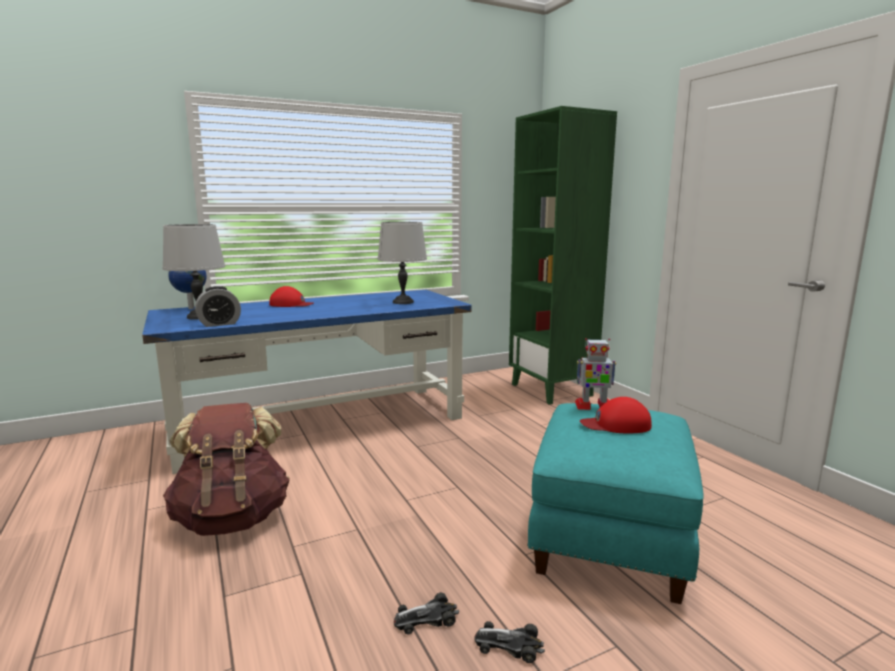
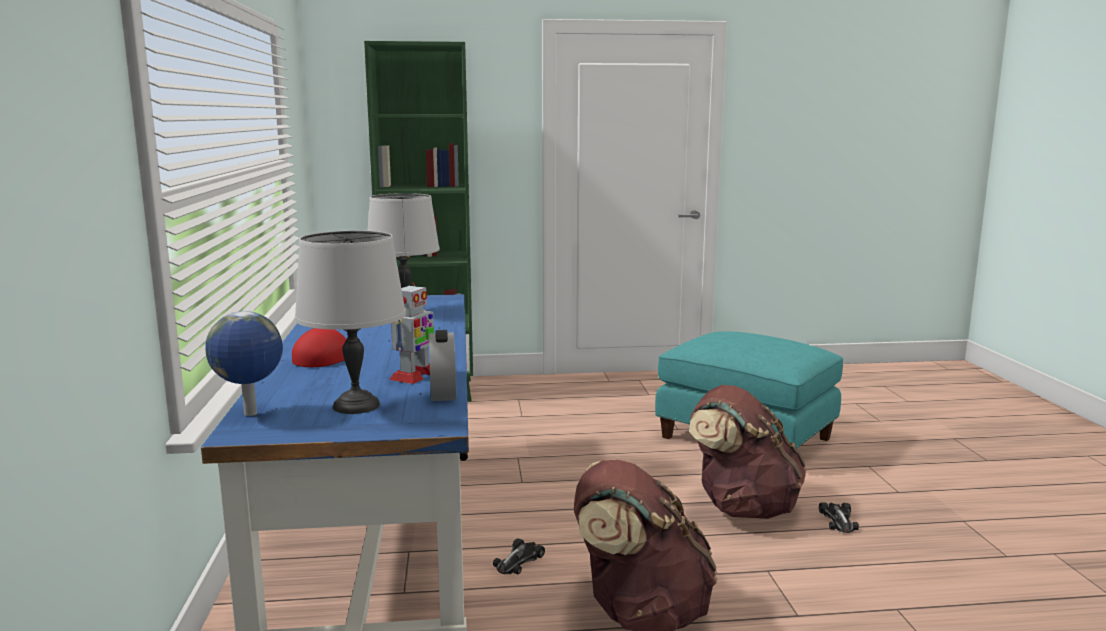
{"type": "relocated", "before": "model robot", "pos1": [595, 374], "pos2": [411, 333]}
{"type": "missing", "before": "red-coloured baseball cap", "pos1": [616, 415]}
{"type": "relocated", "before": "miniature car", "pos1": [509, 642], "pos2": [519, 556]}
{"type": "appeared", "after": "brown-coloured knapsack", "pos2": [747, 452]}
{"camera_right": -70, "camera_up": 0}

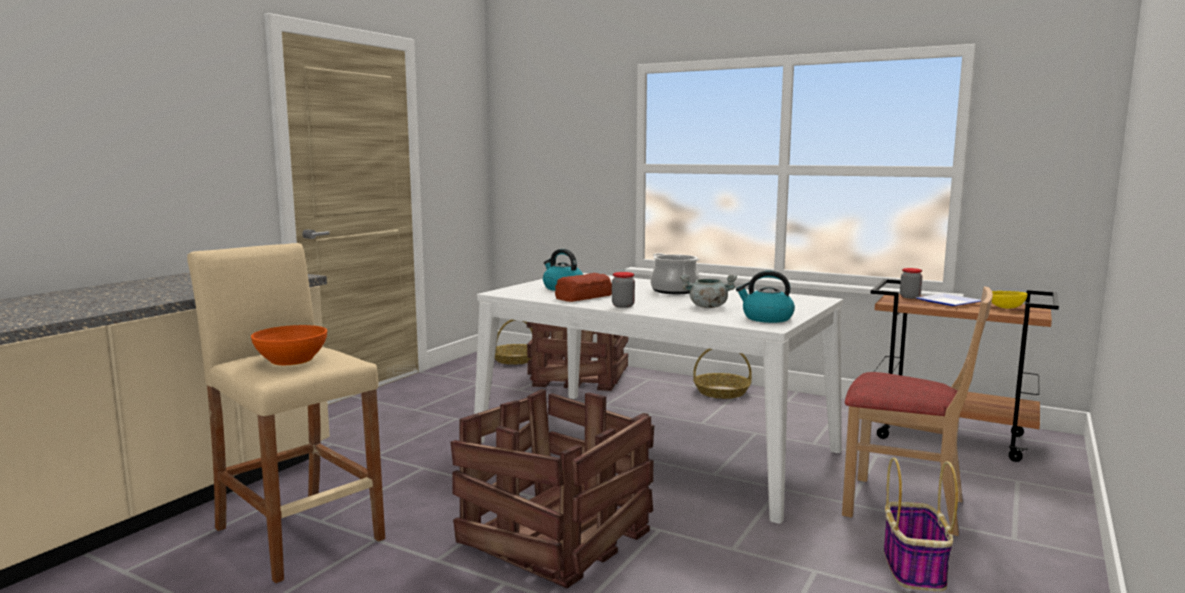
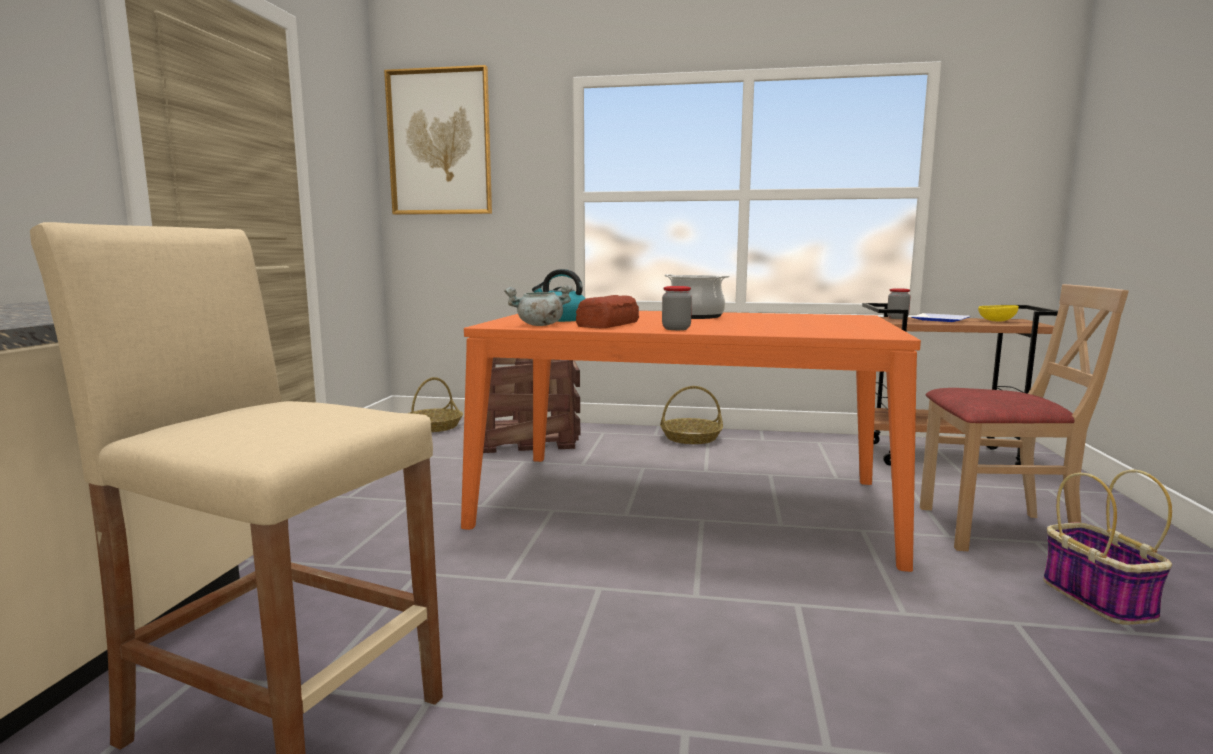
{"type": "missing", "before": "tea kettle", "pos1": [765, 297]}
{"type": "colour", "before": "white kitchen table", "after": "orange kitchen table", "pos1": [658, 398], "pos2": [691, 441]}
{"type": "relocated", "before": "gray saucepot", "pos1": [708, 291], "pos2": [538, 305]}
{"type": "missing", "before": "orange serving bowl", "pos1": [289, 345]}
{"type": "missing", "before": "packing crate", "pos1": [552, 488]}
{"type": "appeared", "after": "wall art", "pos2": [438, 140]}
{"camera_right": -20, "camera_up": 0}

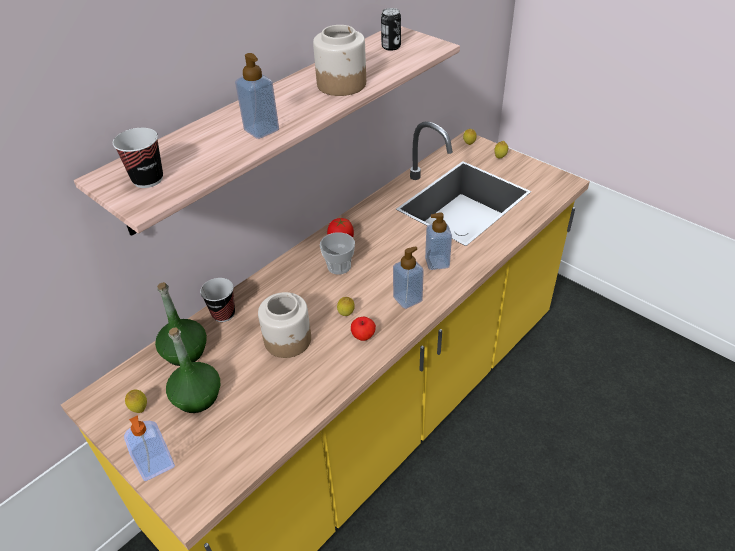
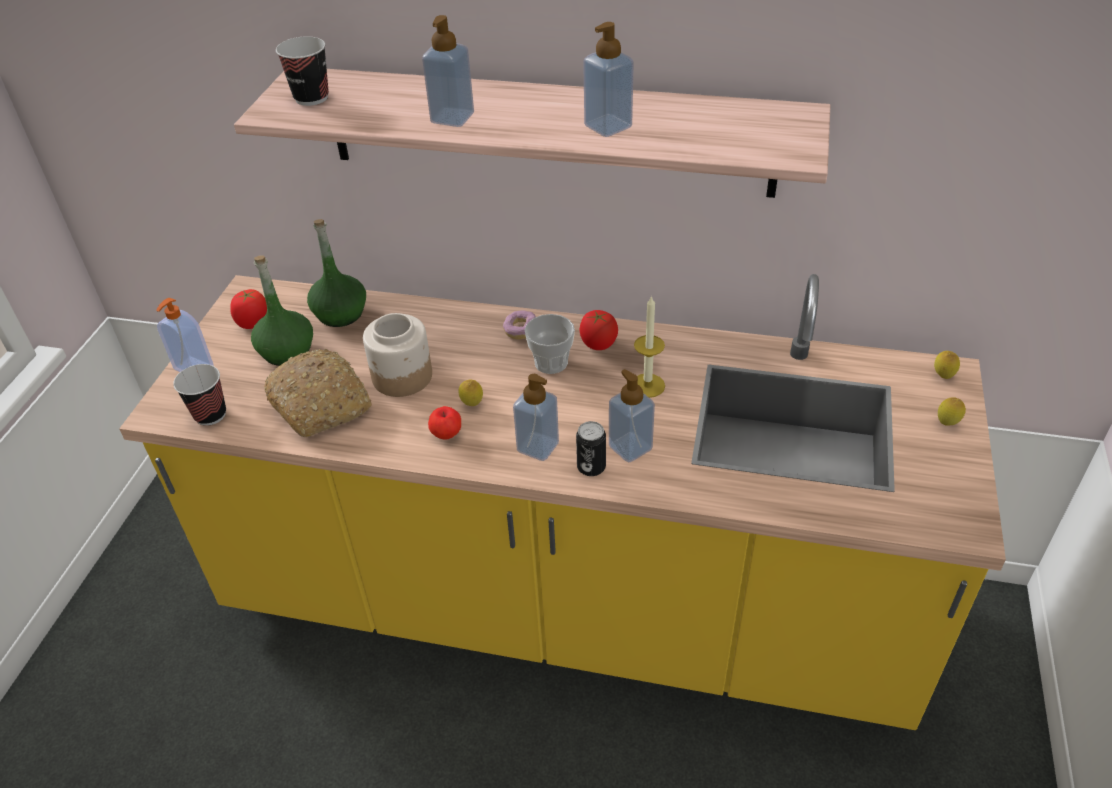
{"type": "relocated", "before": "metal can", "pos1": [391, 29], "pos2": [591, 448]}
{"type": "exchanged", "before": "jar", "after": "liquid soap bottle", "pos1": [339, 60], "pos2": [608, 79]}
{"type": "relocated", "before": "small cup", "pos1": [217, 300], "pos2": [199, 395]}
{"type": "exchanged", "before": "whole lemon", "after": "whole tomato", "pos1": [136, 401], "pos2": [248, 309]}
{"type": "appeared", "after": "wax light", "pos2": [649, 346]}
{"type": "appeared", "after": "donut", "pos2": [519, 325]}
{"type": "appeared", "after": "bakery bread", "pos2": [318, 393]}
{"camera_right": 60, "camera_up": 0}

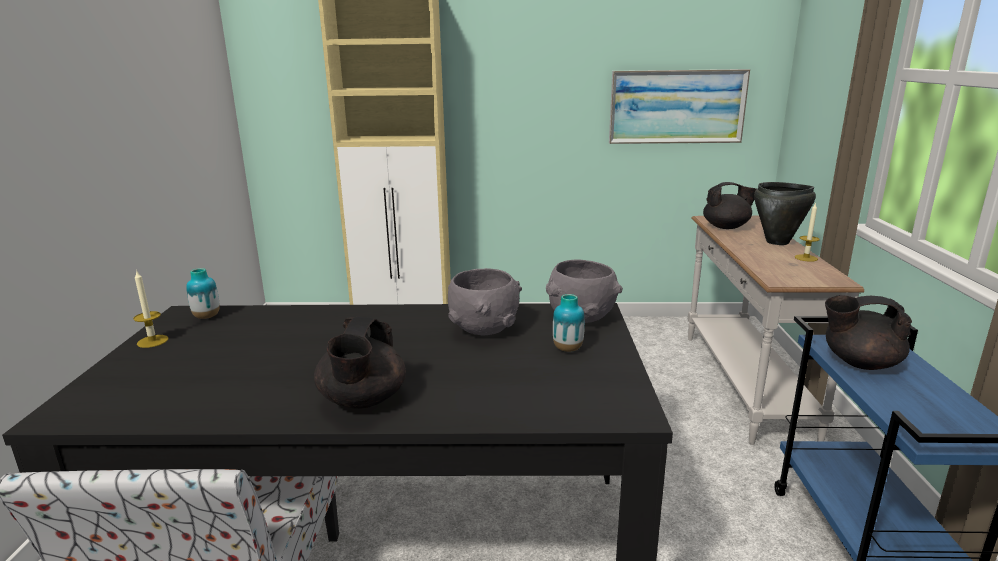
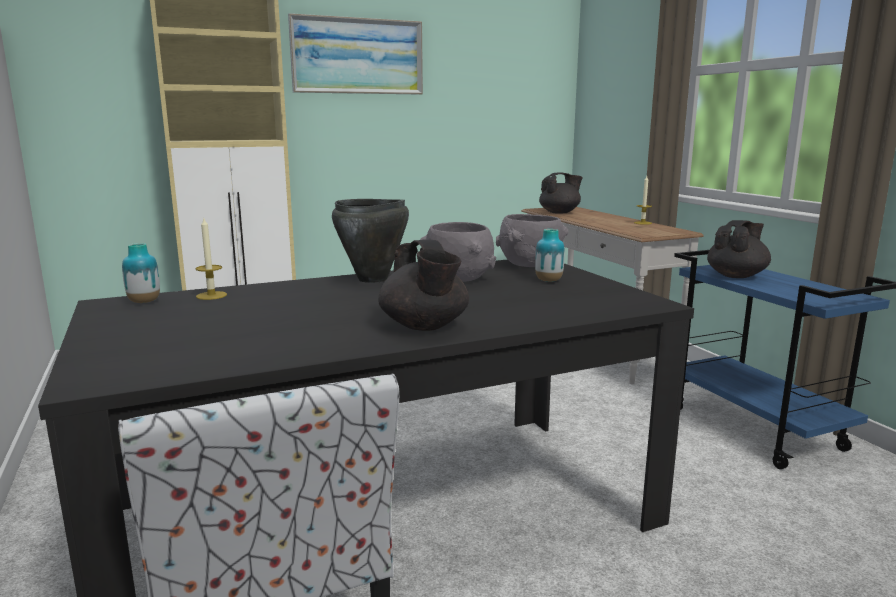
{"type": "relocated", "before": "wall art", "pos1": [679, 106], "pos2": [355, 54]}
{"type": "relocated", "before": "blackish saucepot", "pos1": [785, 213], "pos2": [370, 241]}
{"type": "relocated", "before": "wax light", "pos1": [150, 309], "pos2": [211, 259]}
{"type": "spun", "before": "blackish pot for tea", "pos1": [868, 332], "pos2": [739, 249], "turn": 150}
{"camera_right": -25, "camera_up": -5}

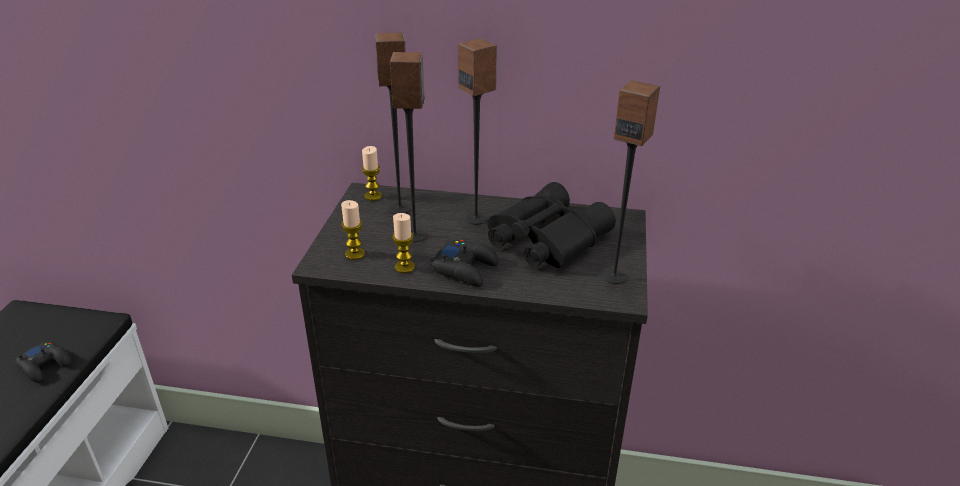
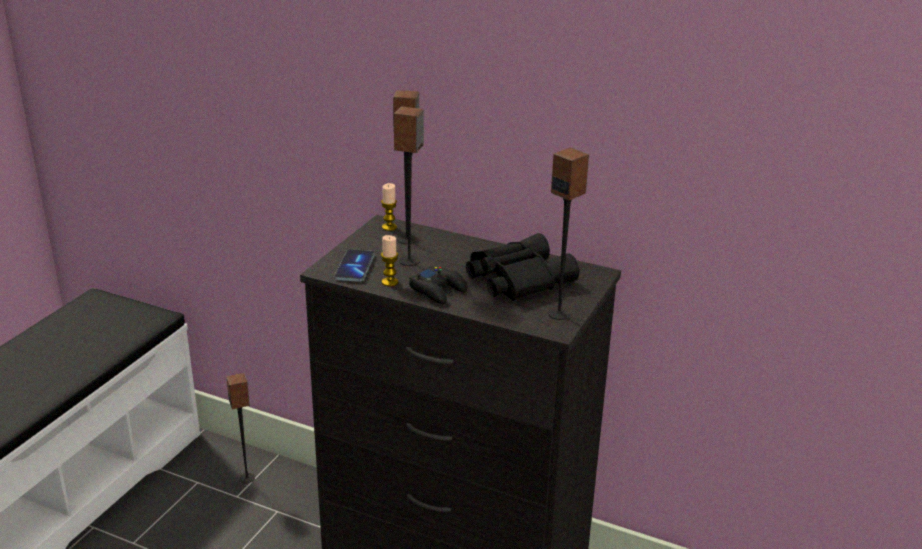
{"type": "relocated", "before": "audio speaker", "pos1": [477, 131], "pos2": [240, 428]}
{"type": "exchanged", "before": "wax light", "after": "telephone", "pos1": [353, 230], "pos2": [354, 265]}
{"type": "missing", "before": "blackish joypad", "pos1": [44, 362]}
{"camera_right": 15, "camera_up": -5}

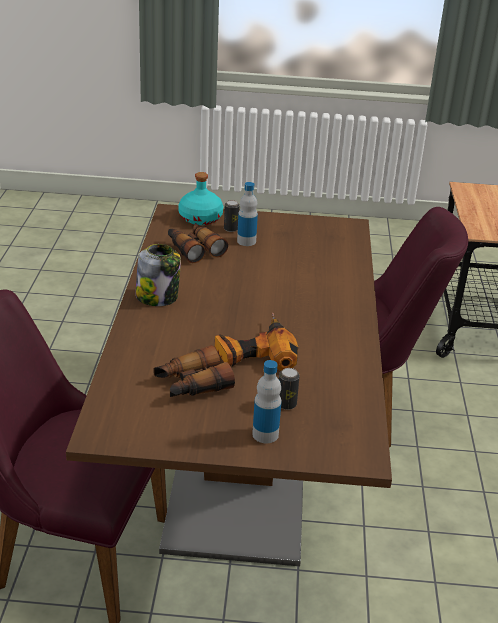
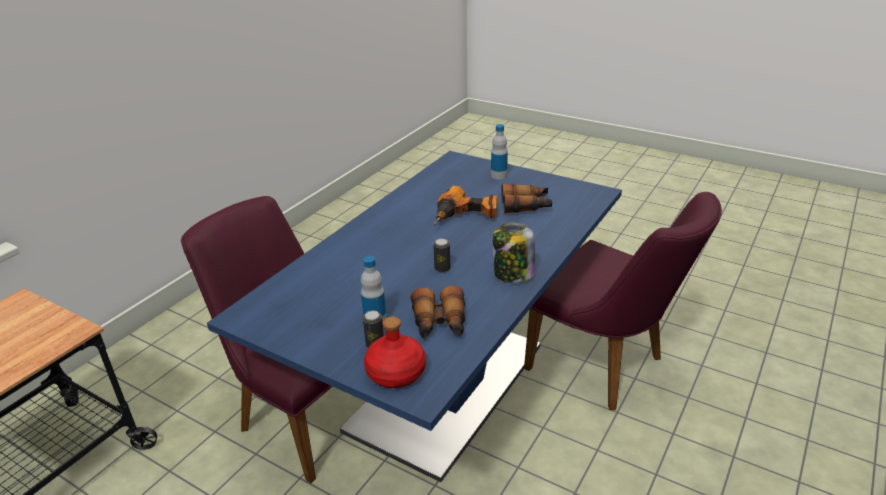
{"type": "colour", "before": "blue-green drink bottle", "after": "red-coloured drink bottle", "pos1": [200, 198], "pos2": [395, 352]}
{"type": "colour", "before": "brown-coloured kitchen table", "after": "blue-coloured kitchen table", "pos1": [229, 385], "pos2": [414, 316]}
{"type": "relocated", "before": "metal can", "pos1": [289, 389], "pos2": [441, 255]}
{"camera_right": -150, "camera_up": 0}

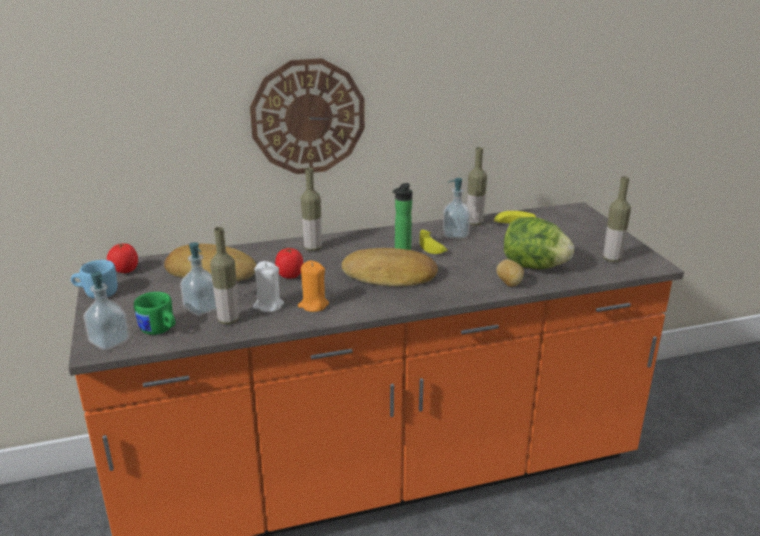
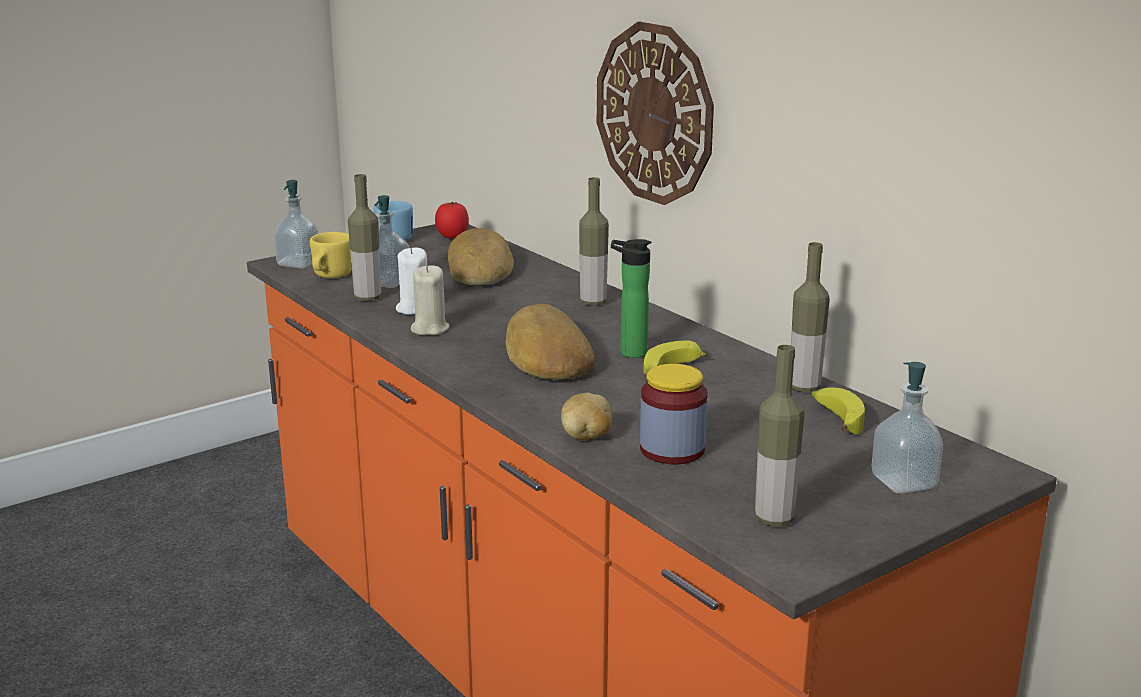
{"type": "relocated", "before": "liquid soap bottle", "pos1": [456, 208], "pos2": [907, 428]}
{"type": "exchanged", "before": "head of lettuce", "after": "jar", "pos1": [539, 243], "pos2": [674, 414]}
{"type": "missing", "before": "whole tomato", "pos1": [289, 263]}
{"type": "colour", "before": "orange wax light", "after": "beige-coloured wax light", "pos1": [313, 286], "pos2": [430, 300]}
{"type": "colour", "before": "greenish coffee mug", "after": "yellow-coloured coffee mug", "pos1": [154, 313], "pos2": [331, 255]}
{"camera_right": 70, "camera_up": -5}

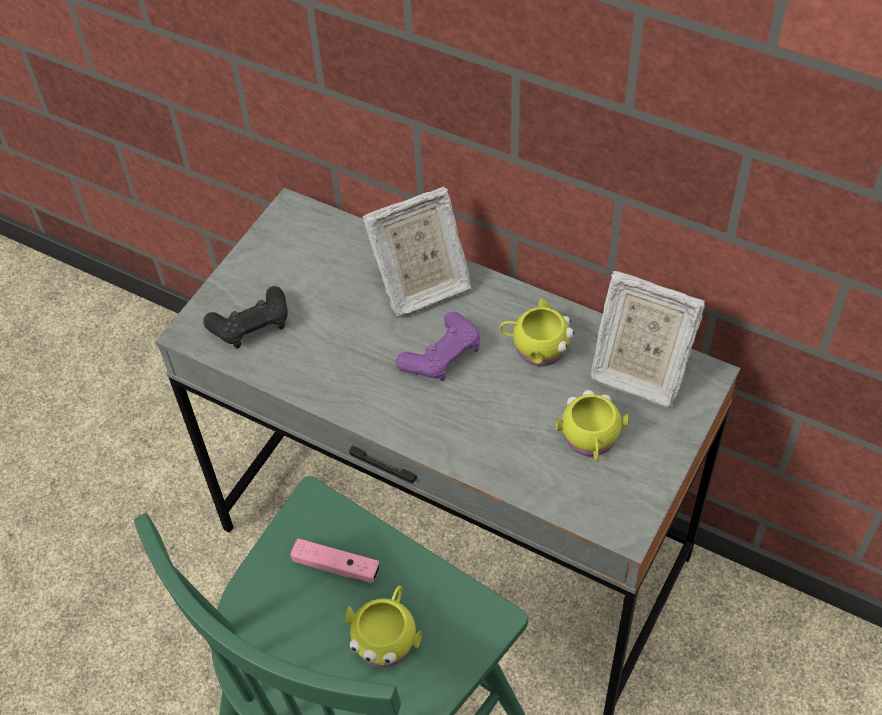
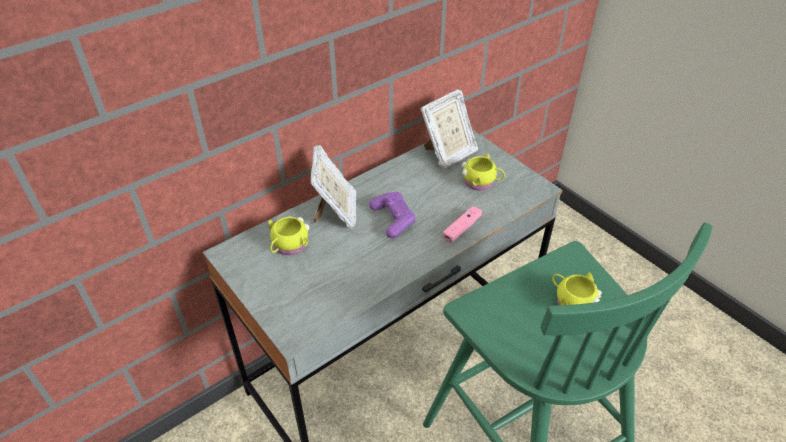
{"type": "missing", "before": "blackish joypad", "pos1": [245, 317]}
{"type": "relocated", "before": "yellow-coloured coffee mug", "pos1": [536, 332], "pos2": [289, 235]}
{"type": "relocated", "before": "pink-coloured joypad", "pos1": [335, 560], "pos2": [462, 224]}
{"camera_right": -70, "camera_up": -10}

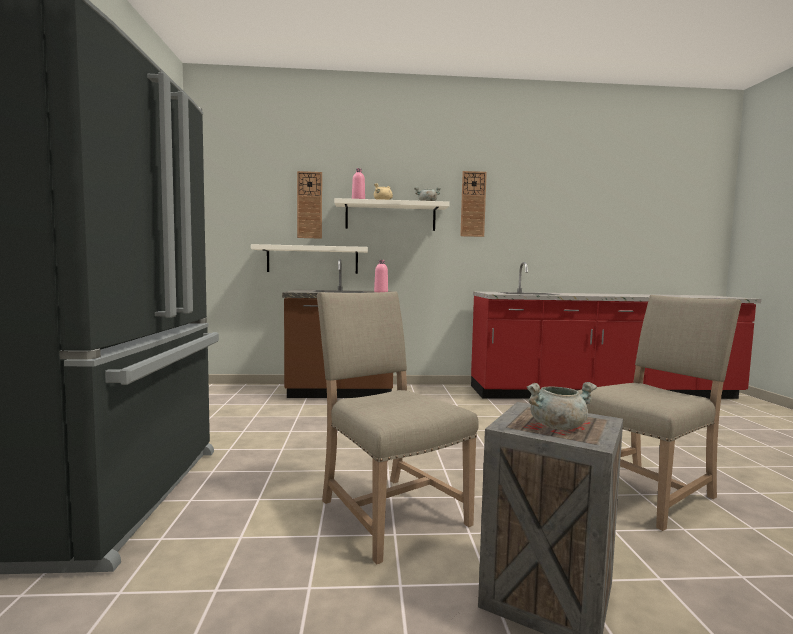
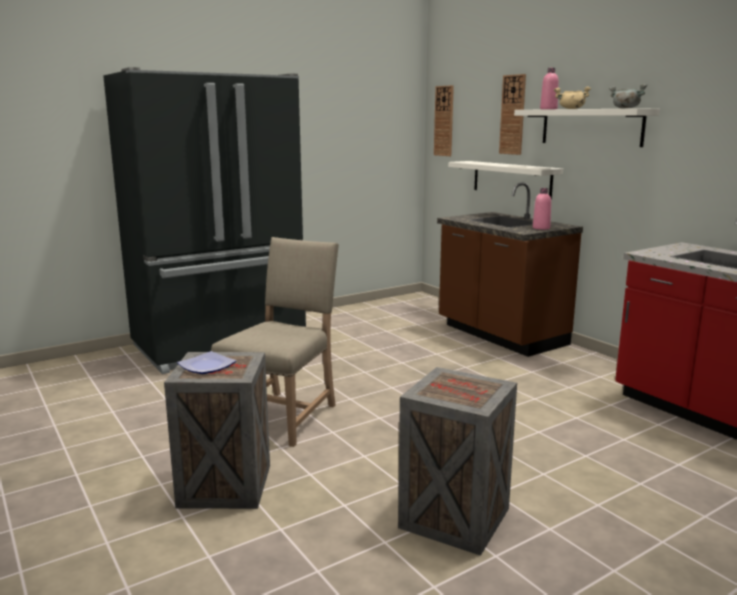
{"type": "relocated", "before": "clock on the wall", "pos1": [473, 204], "pos2": [444, 120]}
{"type": "exchanged", "before": "beige-coloured plain chair", "after": "packing crate", "pos1": [659, 413], "pos2": [457, 461]}
{"type": "exchanged", "before": "gray saucepot", "after": "dinner plate", "pos1": [562, 406], "pos2": [206, 362]}
{"camera_right": 60, "camera_up": 10}

